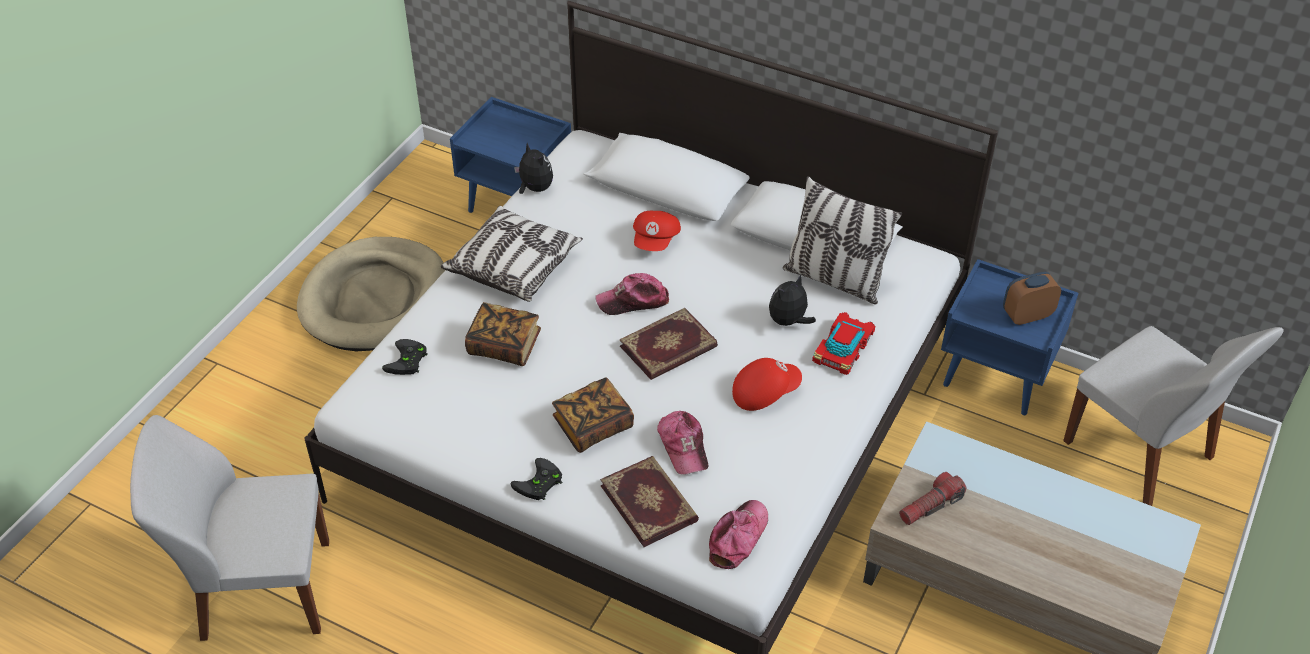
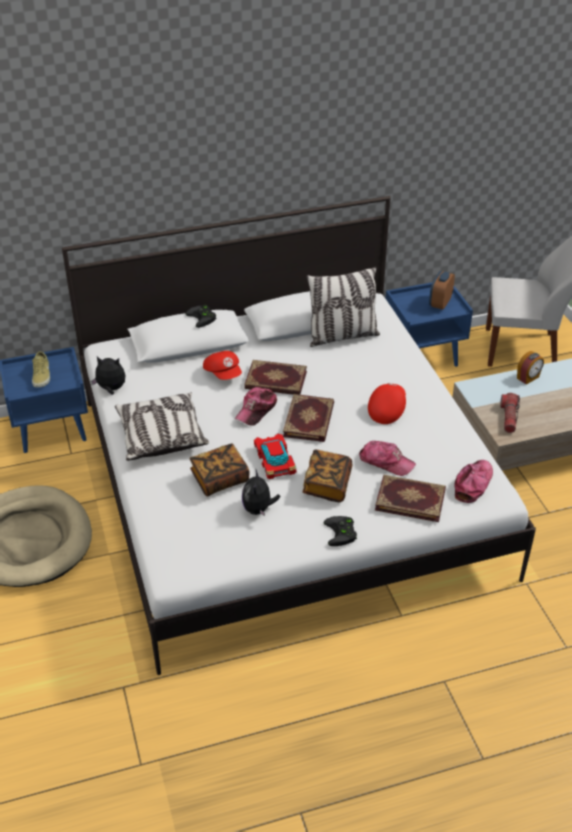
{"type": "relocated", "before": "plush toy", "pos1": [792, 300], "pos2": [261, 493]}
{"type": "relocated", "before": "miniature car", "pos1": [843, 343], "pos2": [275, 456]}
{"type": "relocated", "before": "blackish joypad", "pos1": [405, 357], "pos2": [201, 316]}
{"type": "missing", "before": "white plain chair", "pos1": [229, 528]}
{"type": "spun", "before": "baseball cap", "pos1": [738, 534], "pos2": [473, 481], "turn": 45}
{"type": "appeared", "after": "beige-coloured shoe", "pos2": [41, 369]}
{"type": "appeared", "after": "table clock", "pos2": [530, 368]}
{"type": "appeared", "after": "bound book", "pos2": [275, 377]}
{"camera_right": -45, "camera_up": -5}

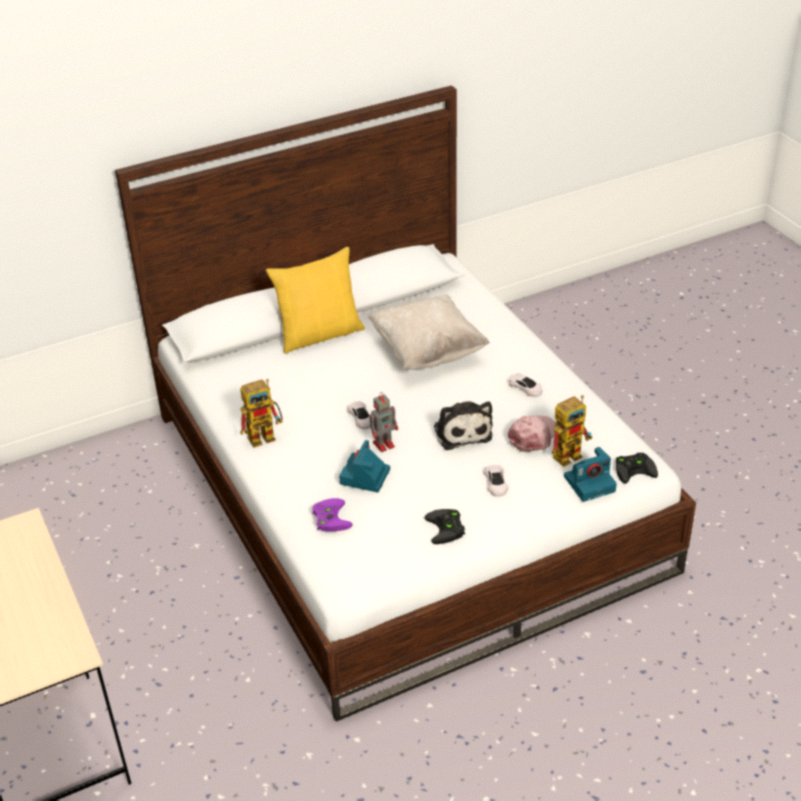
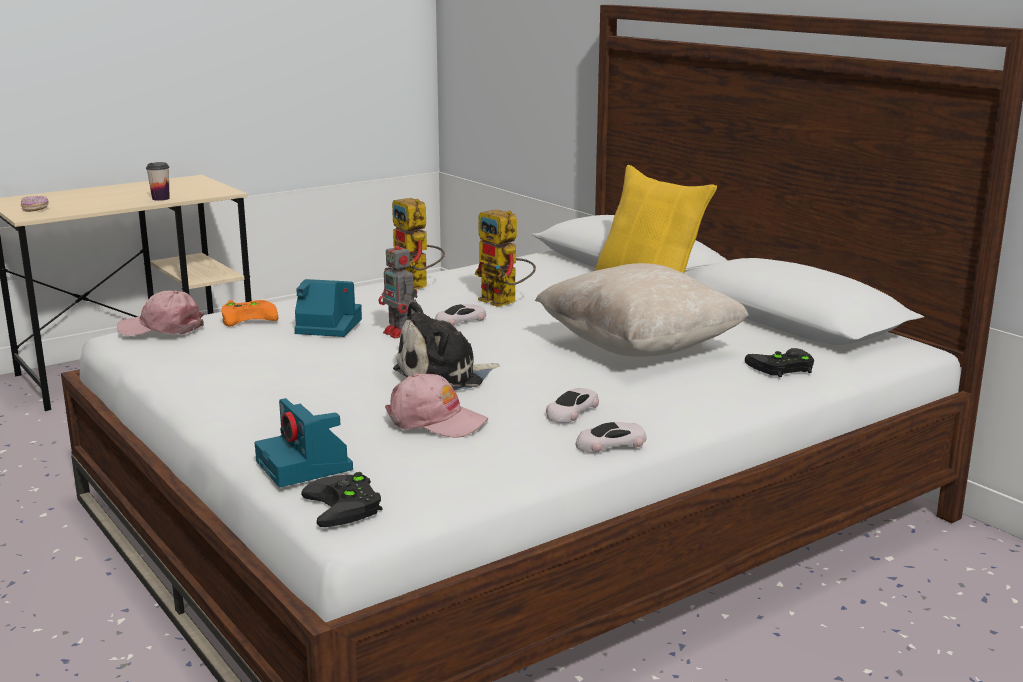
{"type": "relocated", "before": "model robot", "pos1": [572, 431], "pos2": [505, 258]}
{"type": "relocated", "before": "white miniature car", "pos1": [496, 481], "pos2": [611, 437]}
{"type": "colour", "before": "purplish joypad", "after": "orange joypad", "pos1": [332, 514], "pos2": [249, 313]}
{"type": "relocated", "before": "blackish joypad", "pos1": [445, 526], "pos2": [779, 362]}
{"type": "appeared", "after": "small cup", "pos2": [158, 181]}
{"type": "appeared", "after": "donut", "pos2": [35, 204]}
{"type": "appeared", "after": "pink-coloured baseball cap", "pos2": [160, 313]}
{"camera_right": 80, "camera_up": -20}

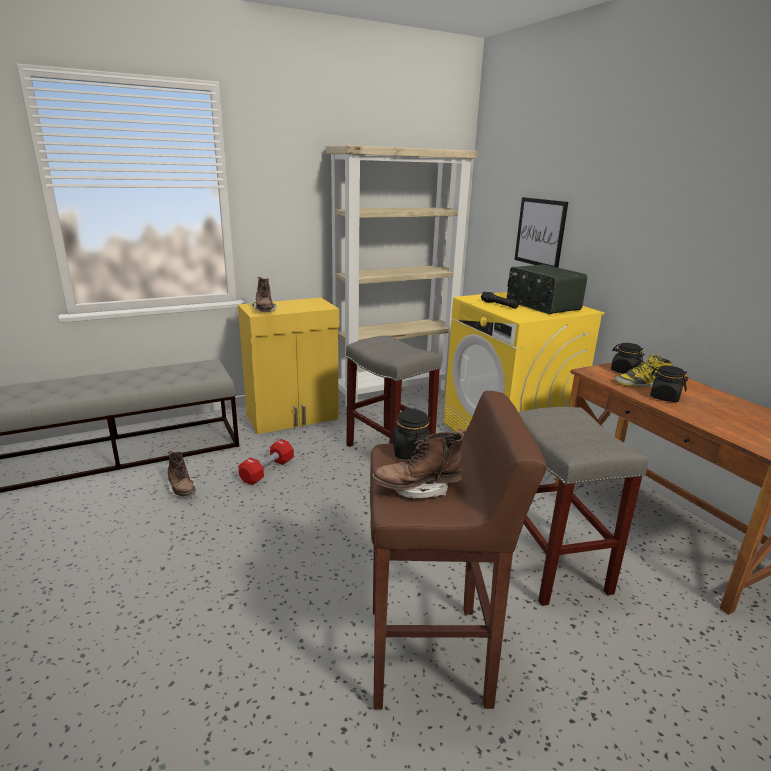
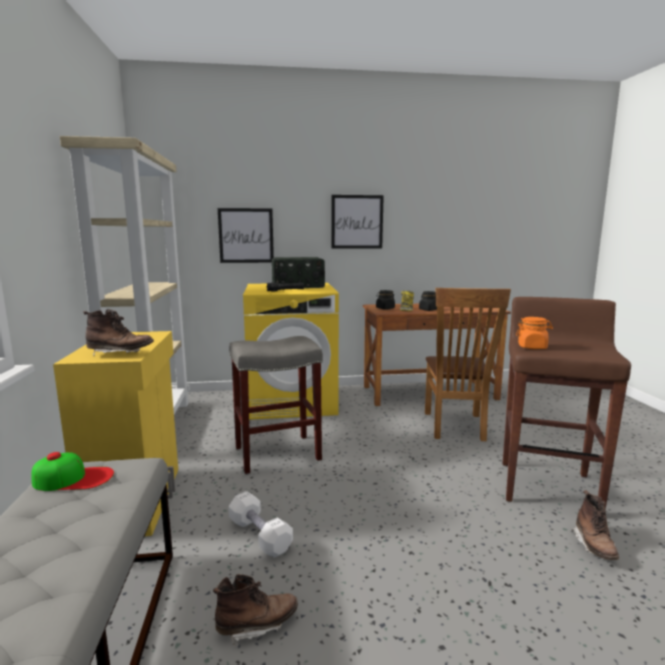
{"type": "exchanged", "before": "gray stool", "after": "brown-coloured plain chair", "pos1": [583, 506], "pos2": [468, 364]}
{"type": "colour", "before": "blackish jar", "after": "orange jar", "pos1": [411, 434], "pos2": [534, 333]}
{"type": "relocated", "before": "brown-coloured high-top boot", "pos1": [418, 463], "pos2": [595, 525]}
{"type": "colour", "before": "red-coloured hand weight", "after": "white hand weight", "pos1": [266, 462], "pos2": [260, 524]}
{"type": "appeared", "after": "wall art", "pos2": [357, 222]}
{"type": "appeared", "after": "baseball cap", "pos2": [72, 471]}
{"camera_right": -70, "camera_up": -10}

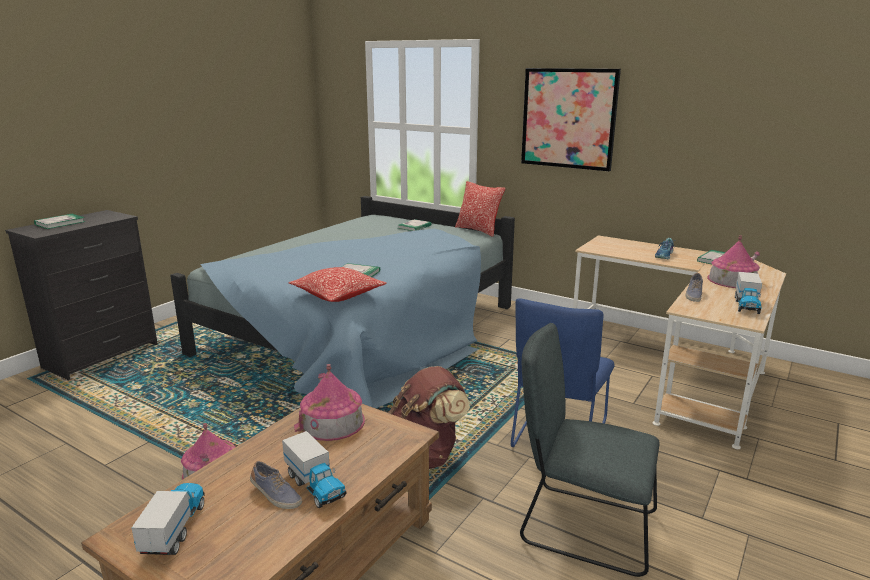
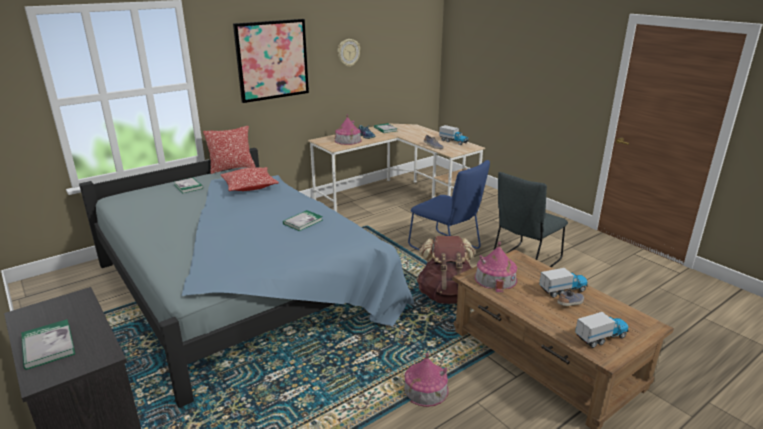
{"type": "relocated", "before": "miniature house", "pos1": [734, 261], "pos2": [348, 129]}
{"type": "relocated", "before": "throw pillow", "pos1": [337, 284], "pos2": [249, 179]}
{"type": "spun", "before": "toy truck", "pos1": [168, 519], "pos2": [601, 330], "turn": 135}
{"type": "appeared", "after": "clock on the wall", "pos2": [348, 53]}
{"camera_right": -70, "camera_up": 5}

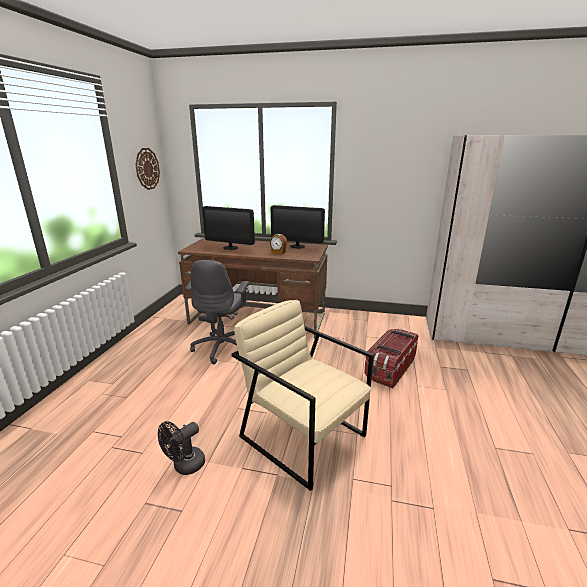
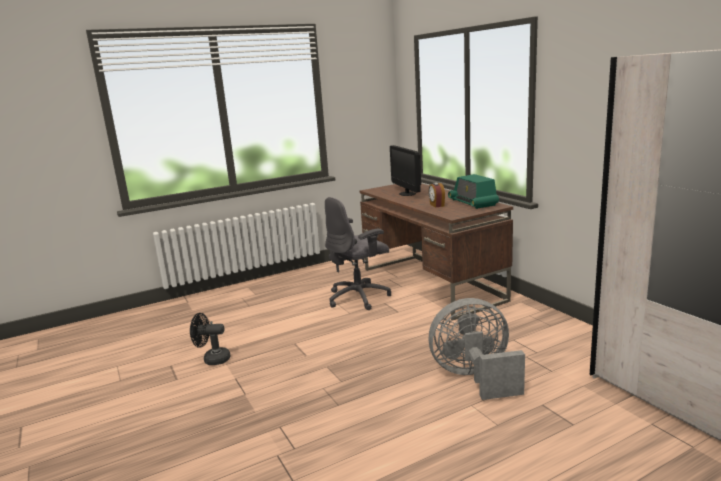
{"type": "missing", "before": "clock on the wall", "pos1": [147, 169]}
{"type": "exchanged", "before": "computer display", "after": "radio set", "pos1": [298, 226], "pos2": [473, 191]}
{"type": "missing", "before": "beige-coloured lounge chair", "pos1": [303, 395]}
{"type": "exchanged", "before": "storage container", "after": "gray fan", "pos1": [391, 358], "pos2": [477, 349]}
{"camera_right": 50, "camera_up": -5}

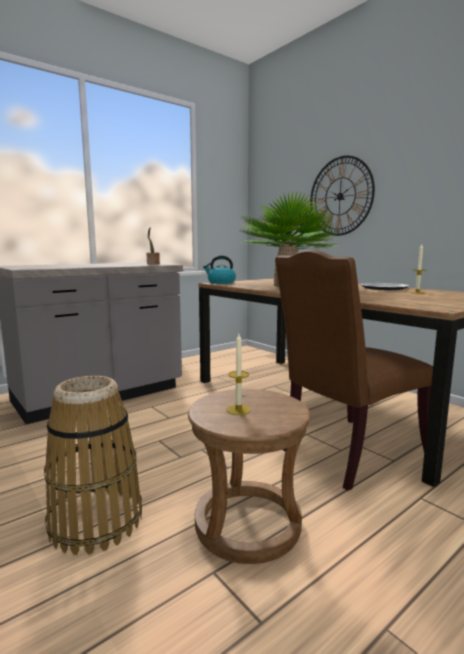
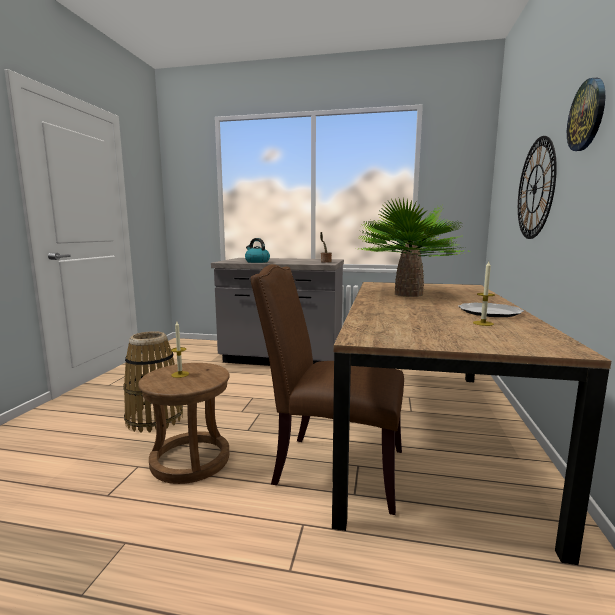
{"type": "relocated", "before": "tea kettle", "pos1": [219, 270], "pos2": [257, 250]}
{"type": "appeared", "after": "clock on the wall", "pos2": [586, 114]}
{"camera_right": 50, "camera_up": 0}

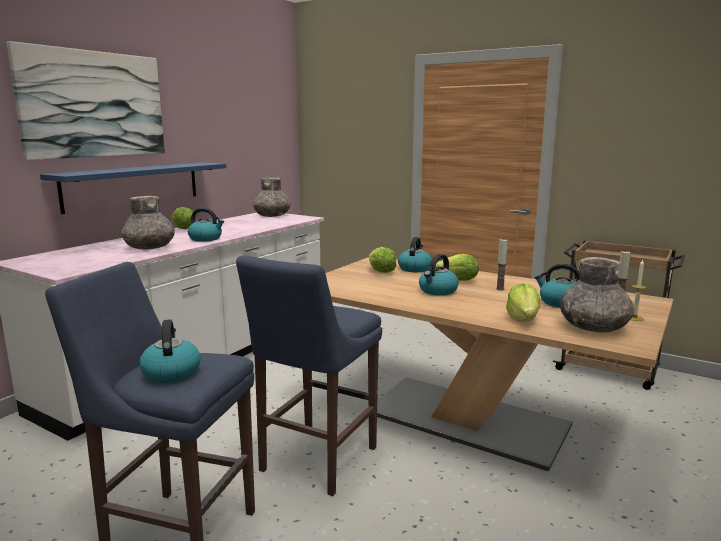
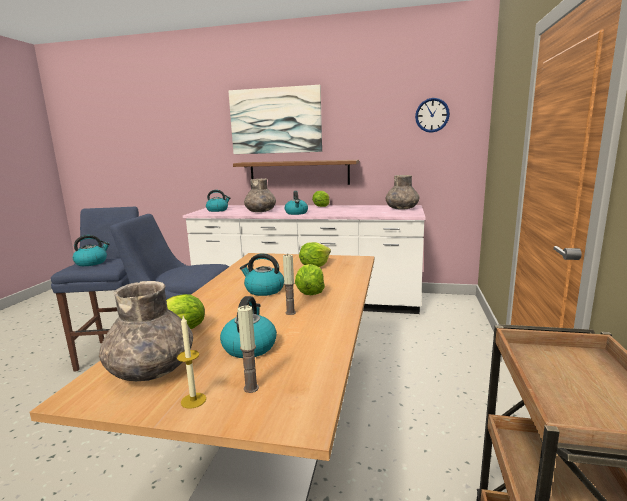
{"type": "colour", "before": "blue-coloured shelf", "after": "brown-coloured shelf", "pos1": [133, 188], "pos2": [296, 172]}
{"type": "relocated", "before": "tea kettle", "pos1": [415, 254], "pos2": [218, 201]}
{"type": "appeared", "after": "clock on the wall", "pos2": [432, 115]}
{"camera_right": 70, "camera_up": 0}

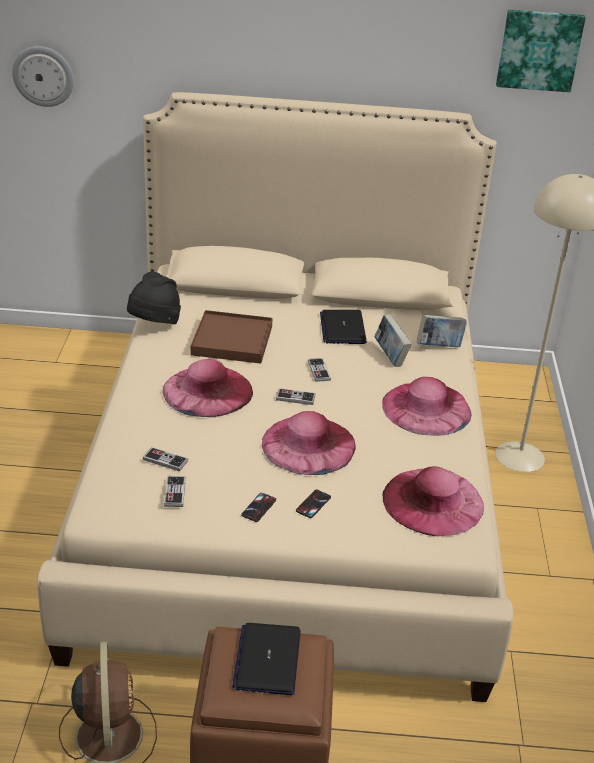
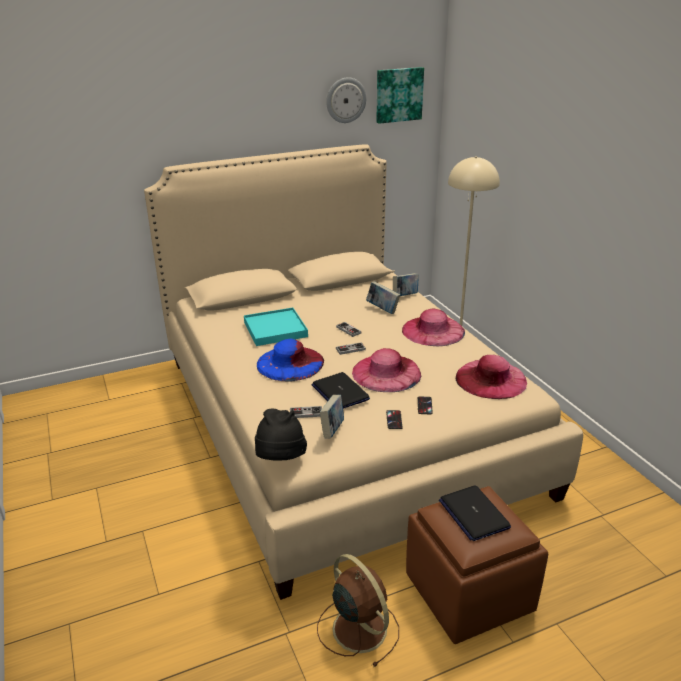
{"type": "relocated", "before": "clock on the wall", "pos1": [43, 76], "pos2": [346, 100]}
{"type": "relocated", "before": "blackish clothing hat", "pos1": [154, 297], "pos2": [281, 434]}
{"type": "colour", "before": "brown-coloured carrying tray", "after": "blue-green carrying tray", "pos1": [232, 337], "pos2": [276, 327]}
{"type": "relocated", "before": "notebook computer", "pos1": [343, 327], "pos2": [340, 390]}
{"type": "colour", "before": "pink-coloured clothing hat", "after": "blue-coloured clothing hat", "pos1": [207, 388], "pos2": [290, 360]}
{"type": "exchanged", "before": "joypad", "after": "bound book", "pos1": [175, 491], "pos2": [332, 417]}
{"camera_right": -25, "camera_up": -5}

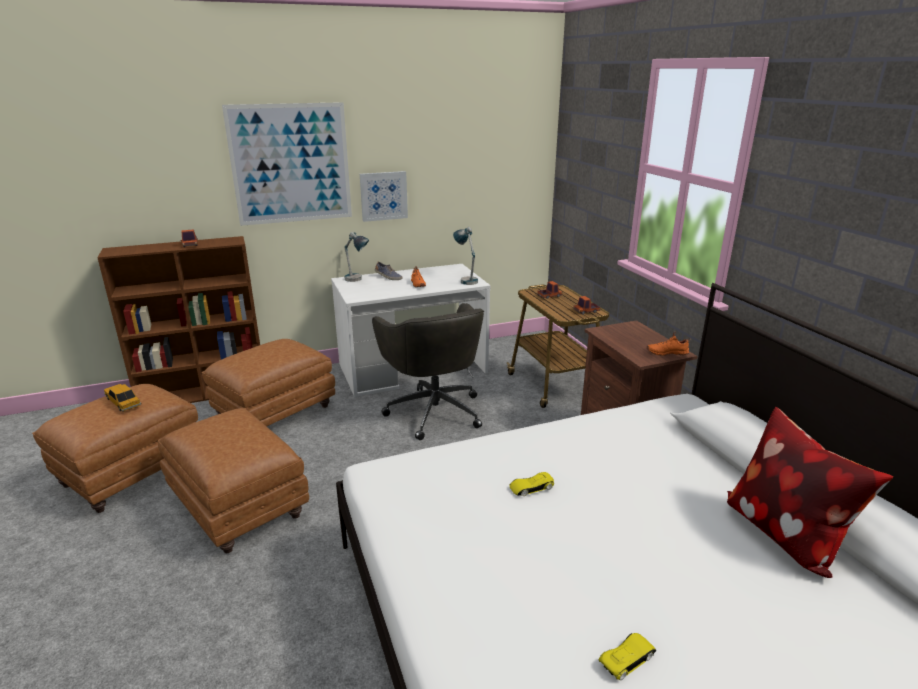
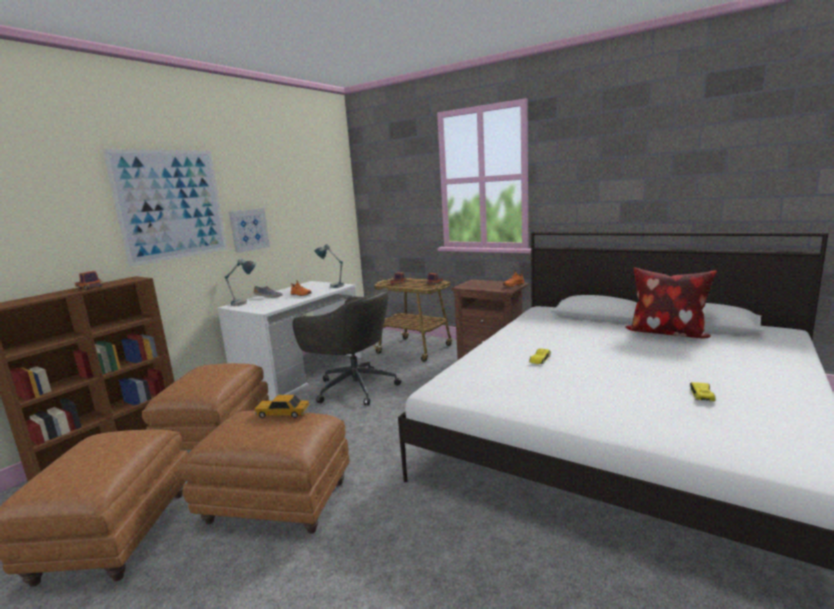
{"type": "relocated", "before": "miniature car", "pos1": [123, 397], "pos2": [282, 406]}
{"camera_right": -35, "camera_up": -10}

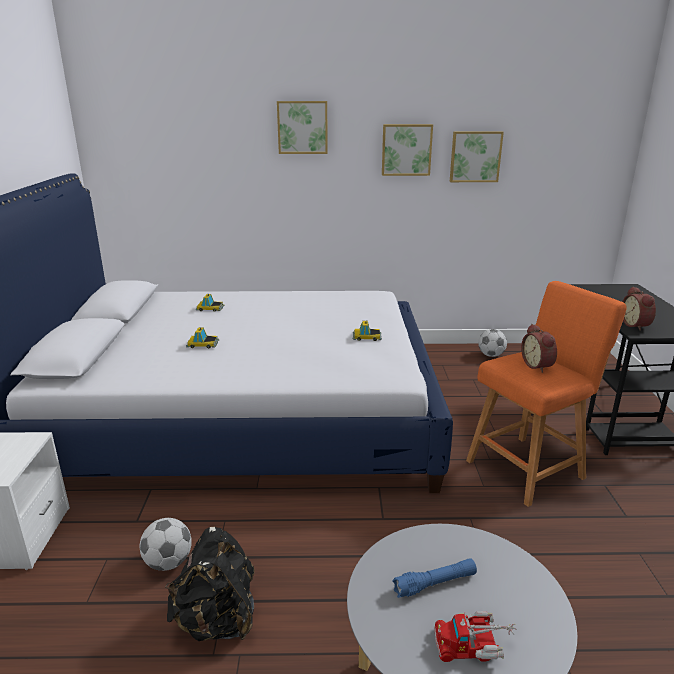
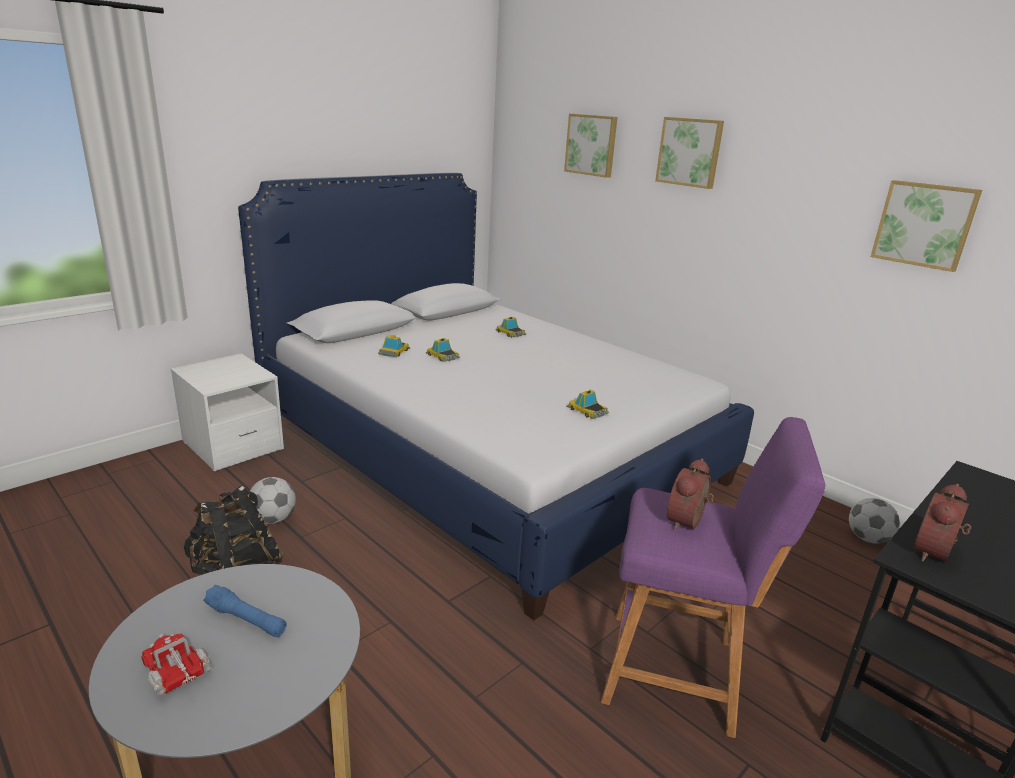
{"type": "relocated", "before": "wall art", "pos1": [407, 150], "pos2": [591, 146]}
{"type": "colour", "before": "orange stool", "after": "purplish stool", "pos1": [546, 394], "pos2": [713, 577]}
{"type": "appeared", "after": "miniature car", "pos2": [394, 346]}
{"camera_right": 45, "camera_up": 0}

